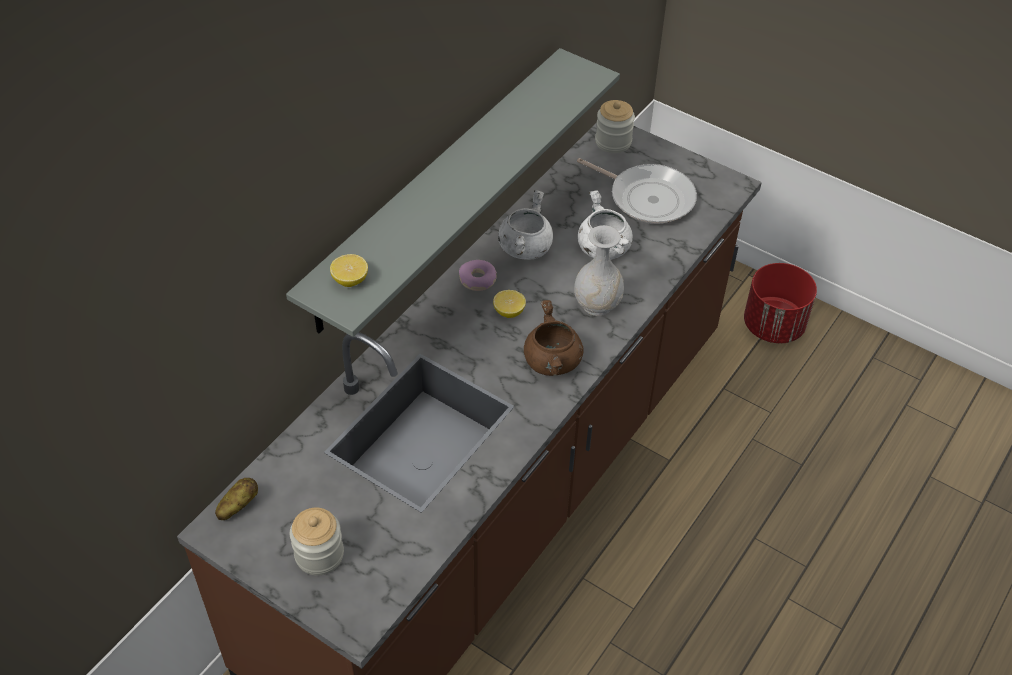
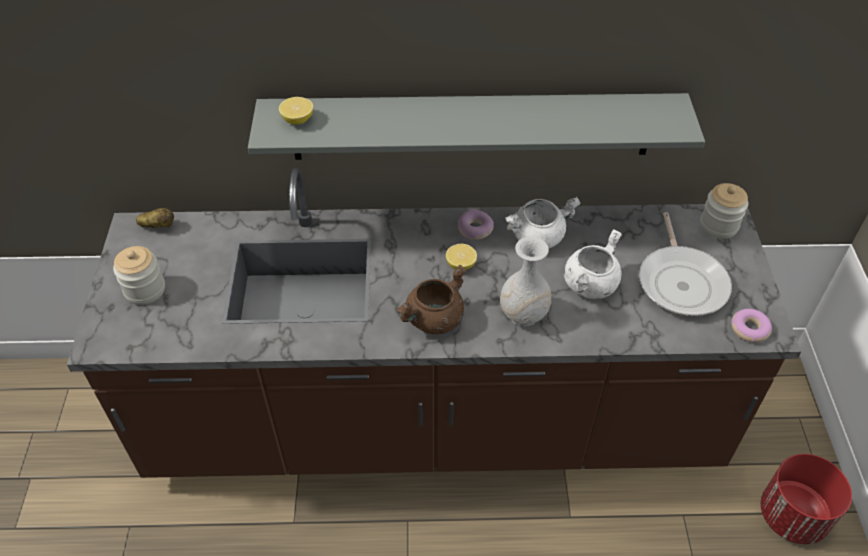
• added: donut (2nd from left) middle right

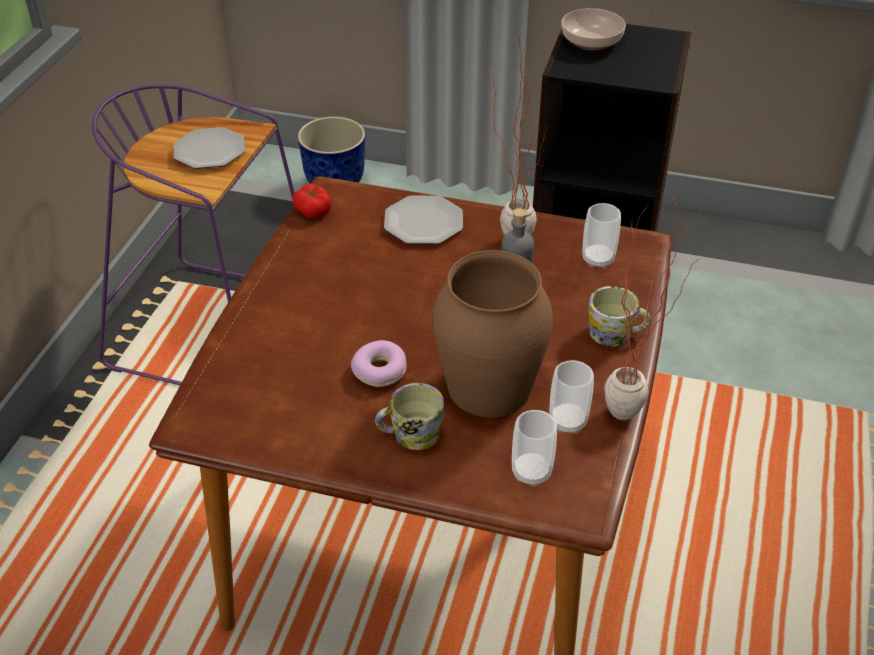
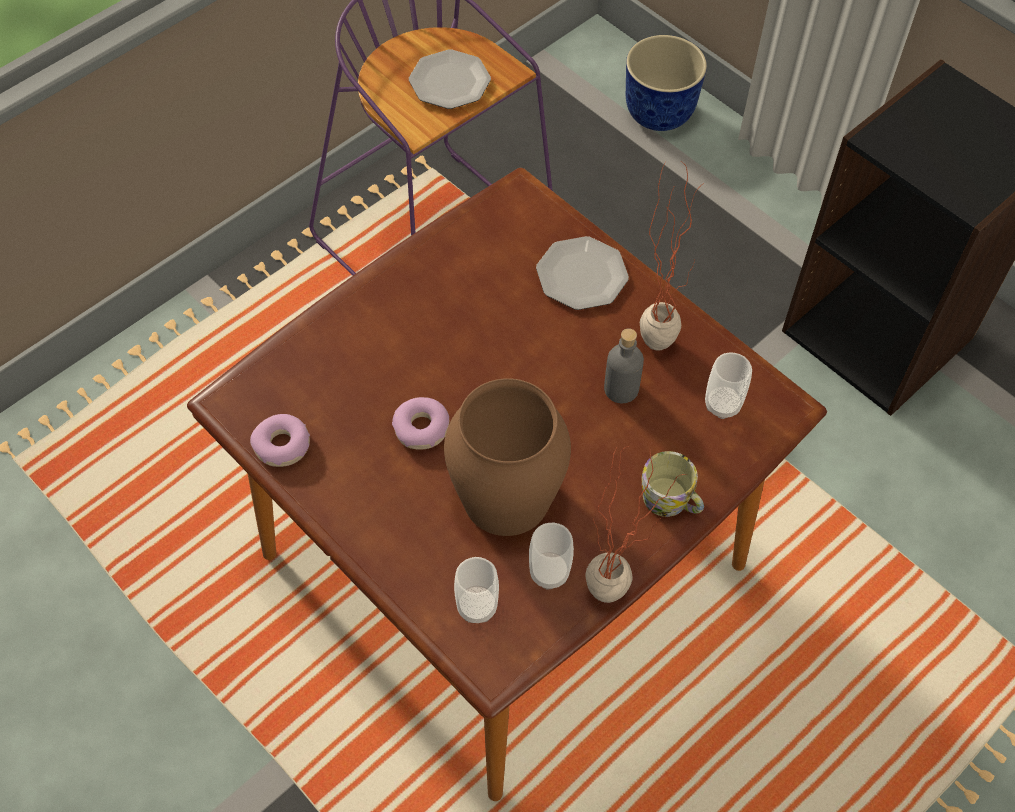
• removed: tomato top centre
• removed: mug (1st from left) centre
• removed: bowl top right
• added: donut (1st from left) middle left

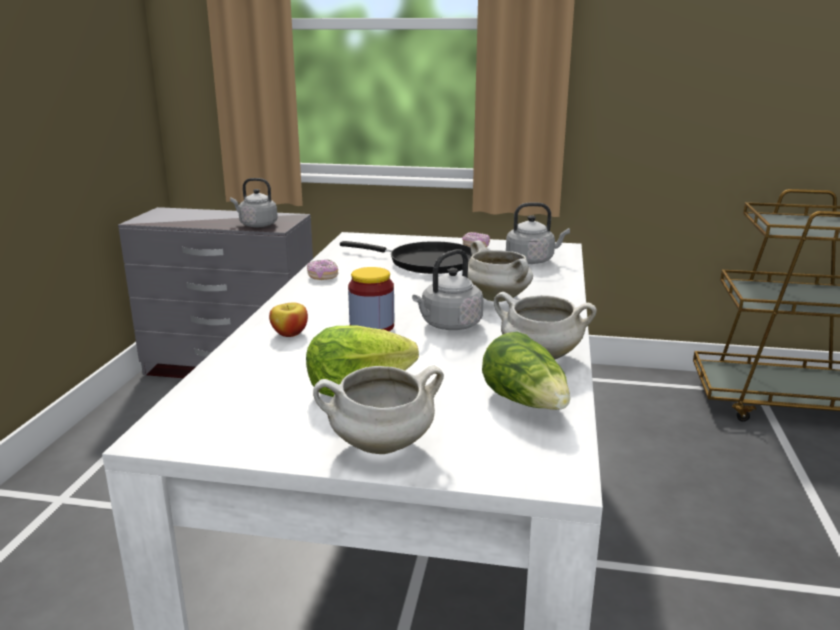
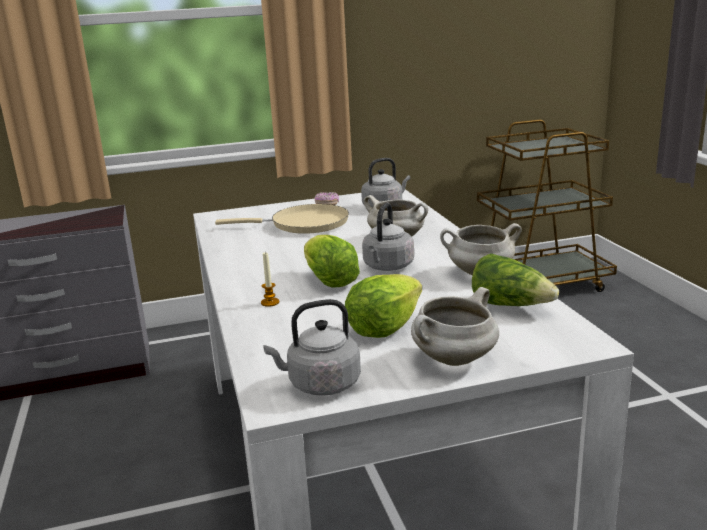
• moved: grey kettle (1st from left) top left to centre
• replaced: apple centre to candle centre
• removed: donut (1st from left) centre
• recoloured: black frying pan centre to beige frying pan centre
• replaced: jar centre to lettuce (1st from left) centre

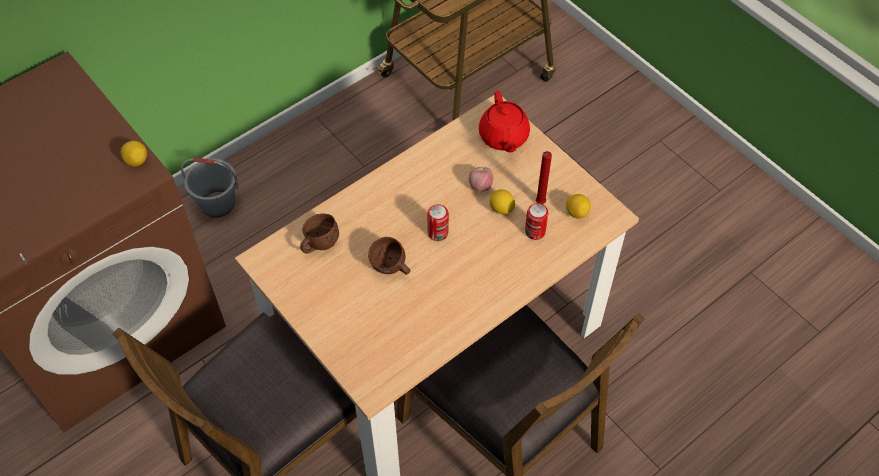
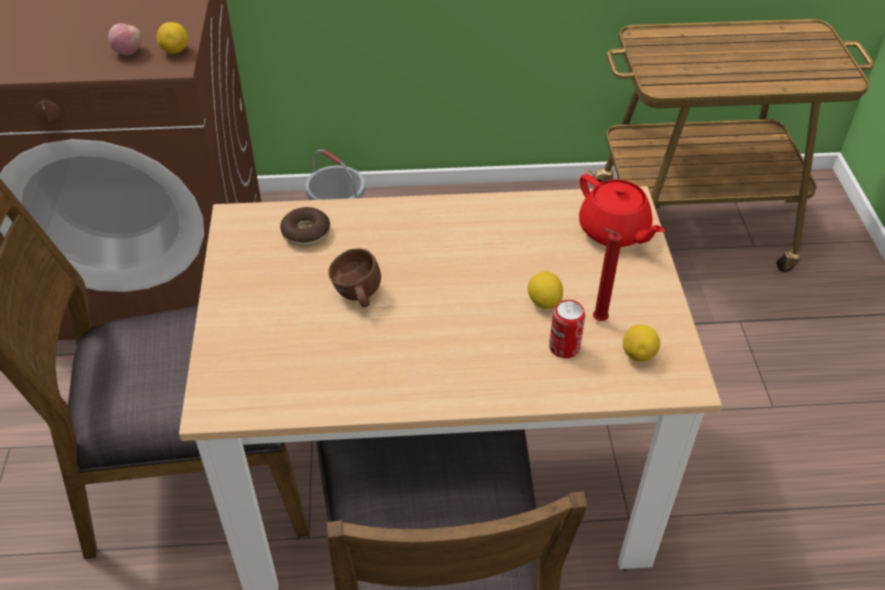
• replaced: brown mug (1st from left) centre to donut centre
• removed: can (1st from left) centre
• moved: apple centre to top left
• turned: red teapot top centre = middle right 60 degrees counterclockwise

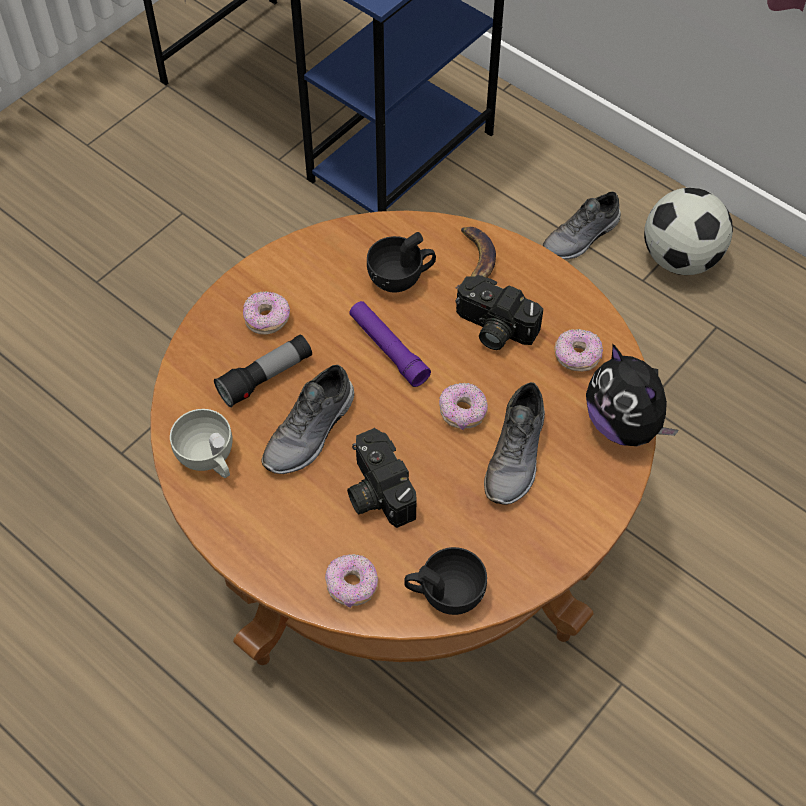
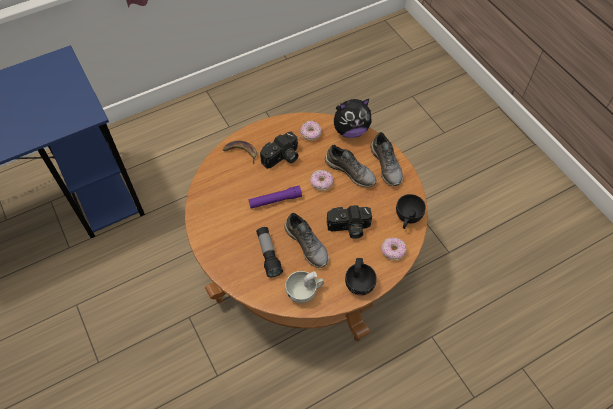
• removed: donut (1st from left) middle left
• moved: black cup (1st from left) top centre to bottom centre
• moved: grey shoe (3rd from left) top right to centre
• removed: football top right

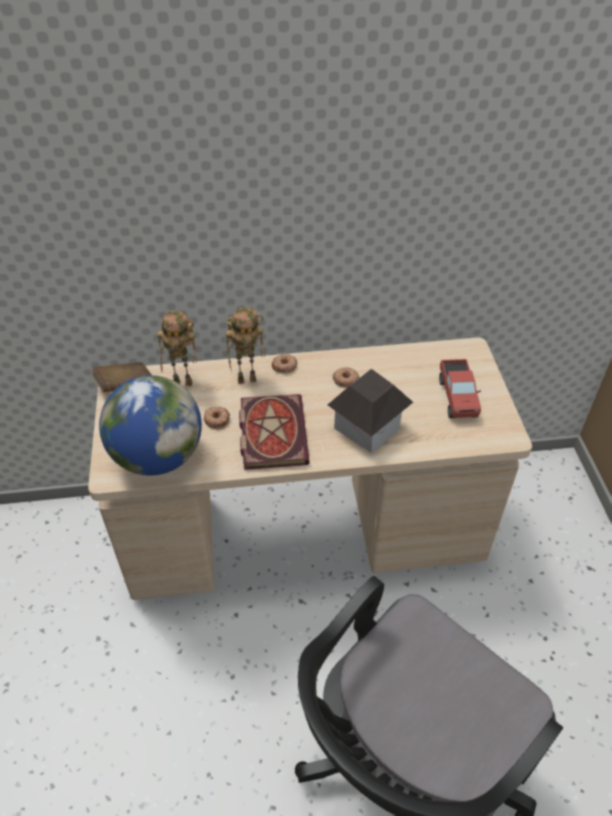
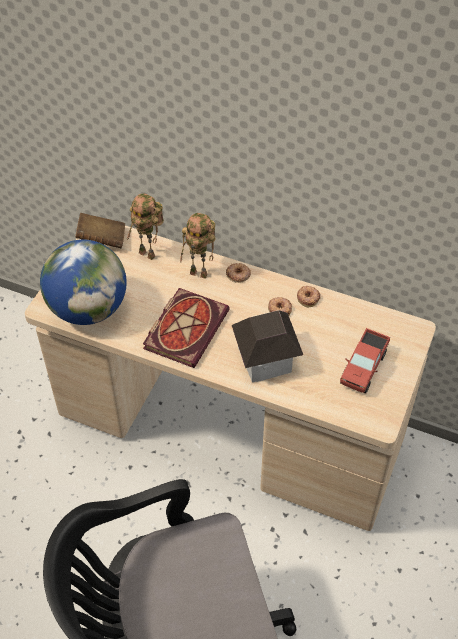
• moved: donut (1st from left in the first image) centre to donut (3rd from left) middle right

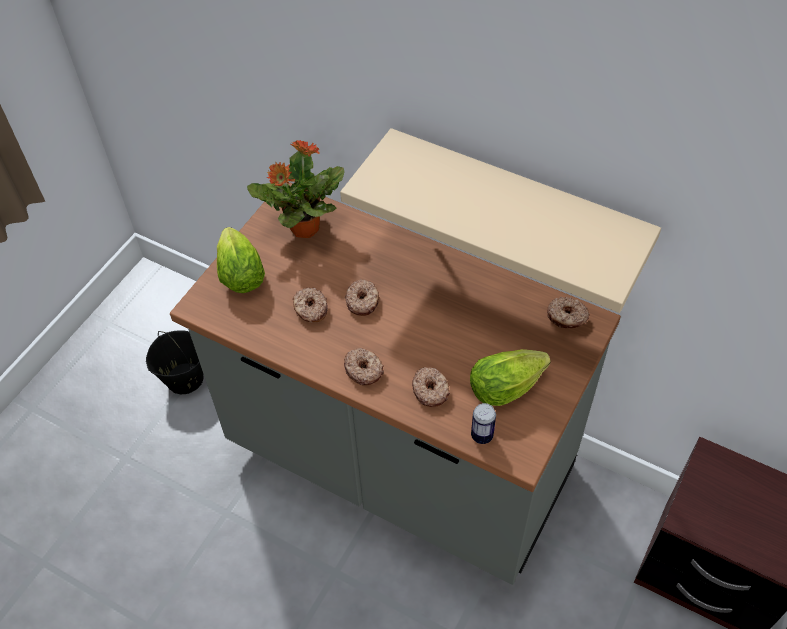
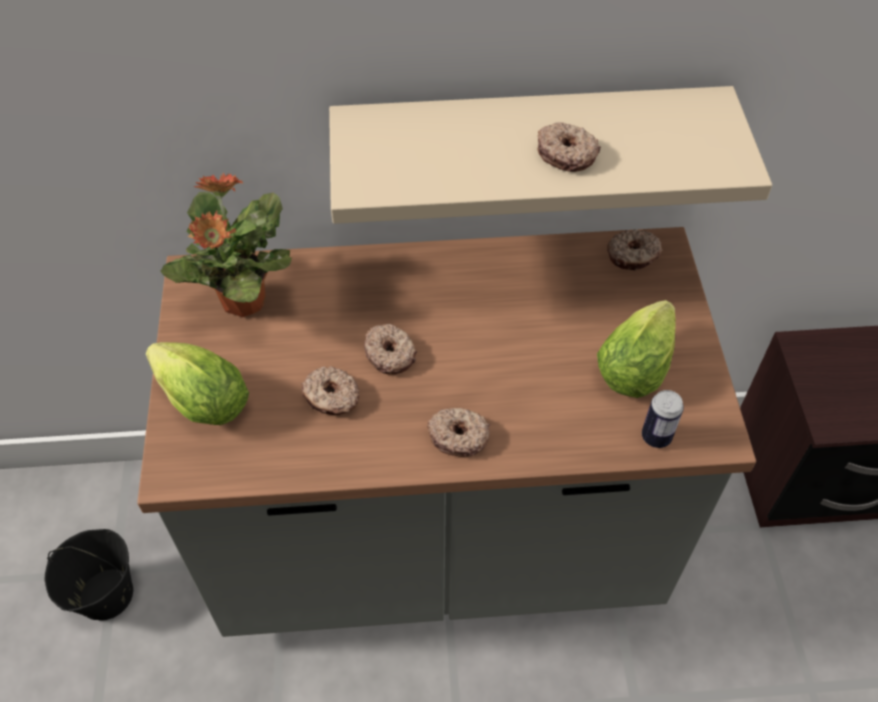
• moved: donut (4th from left) centre to top centre

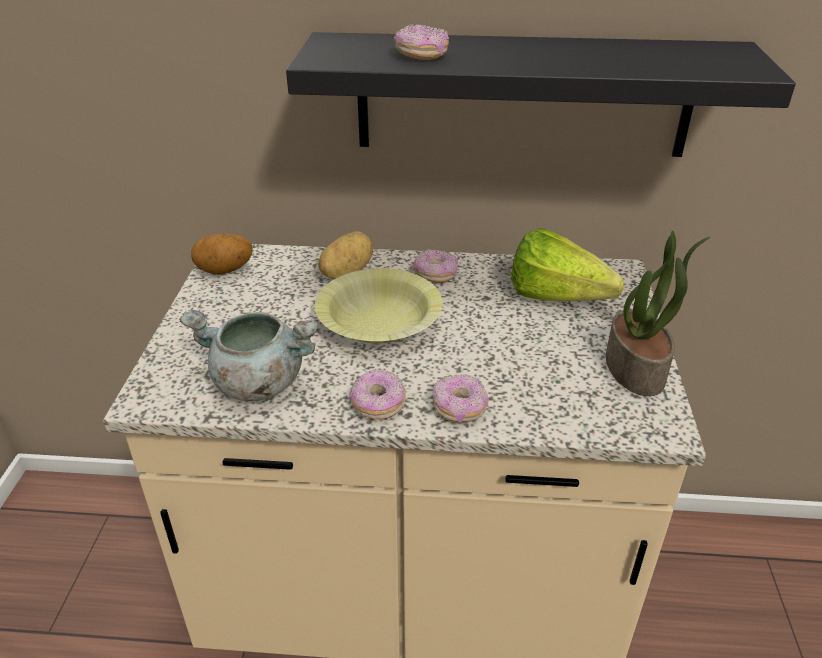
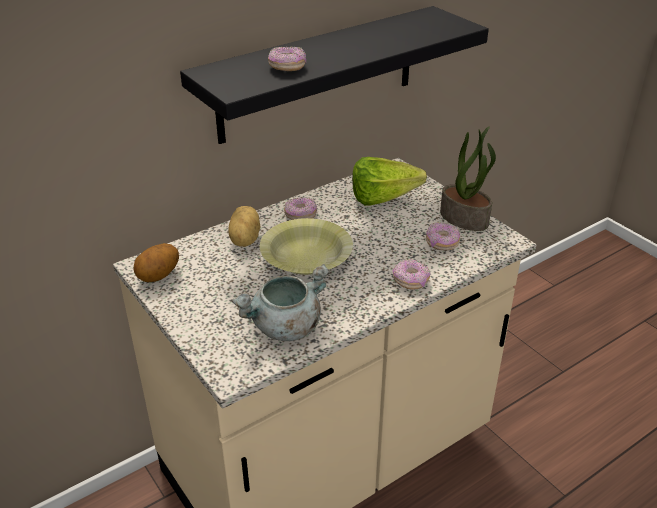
• moved: donut (1st from left in the first image) centre to donut (4th from left) middle right

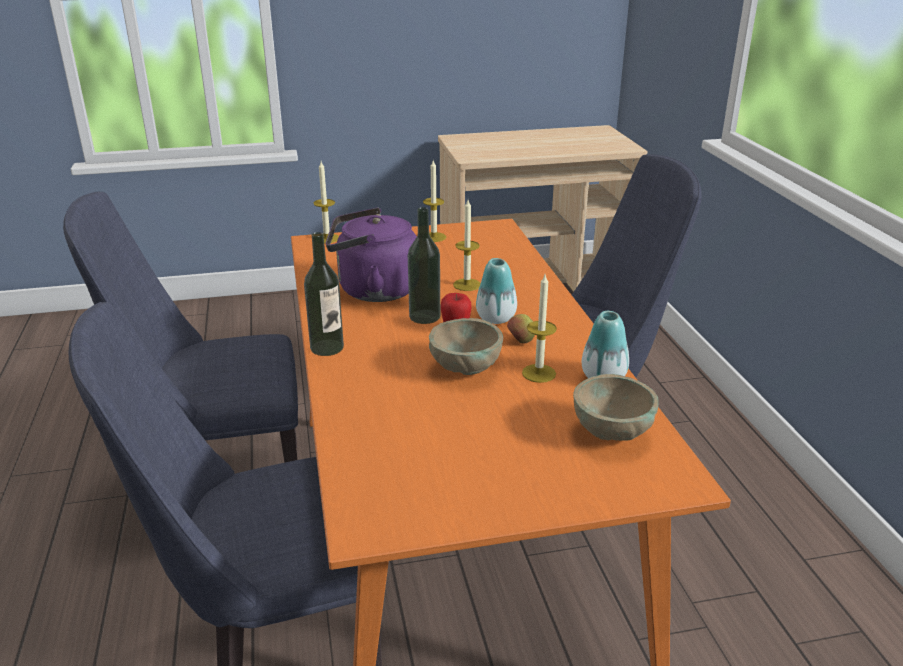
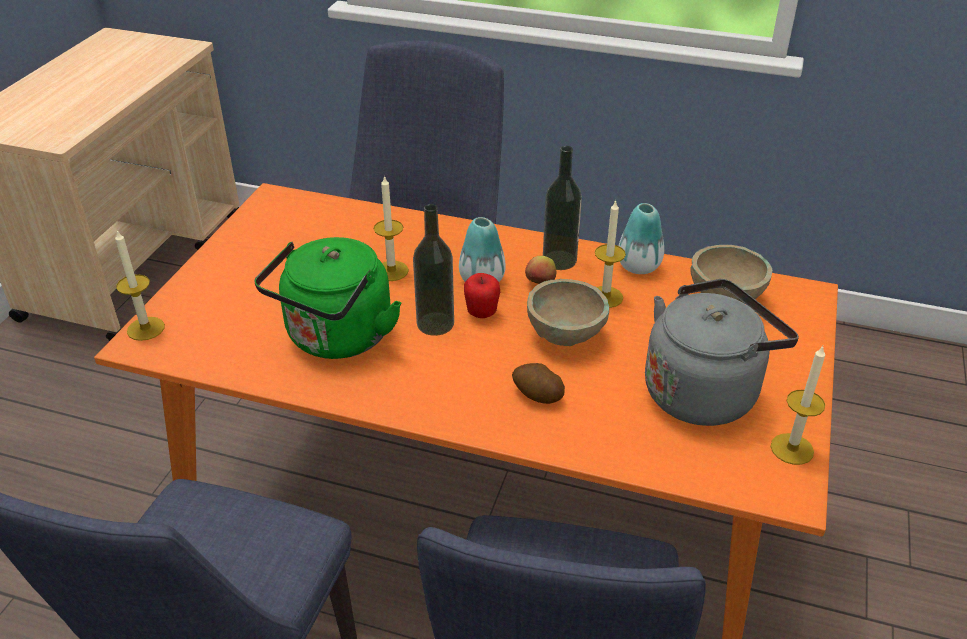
• moved: bottle (1st from left in the first image) centre to bottle (2nd from left) top centre
• recoloured: purple kettle centre to green kettle centre
• moved: candle (2nd from left in the first image) top centre to candle (4th from left) middle right
• added: potato centre
• added: grey kettle middle right

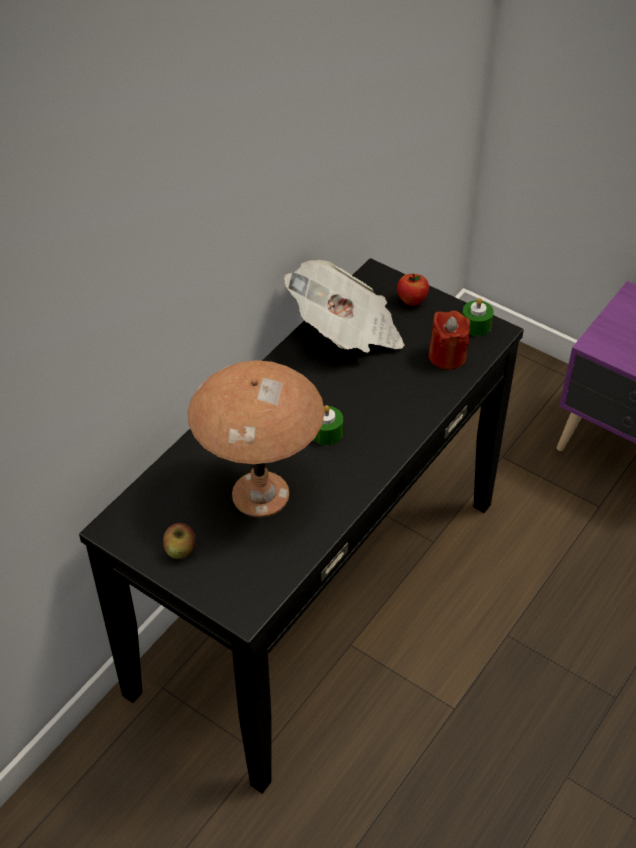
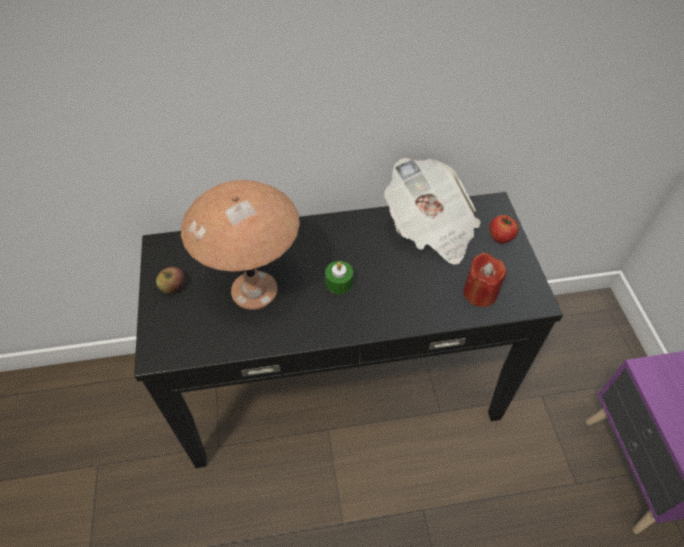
• removed: green candle (2nd from left) middle right

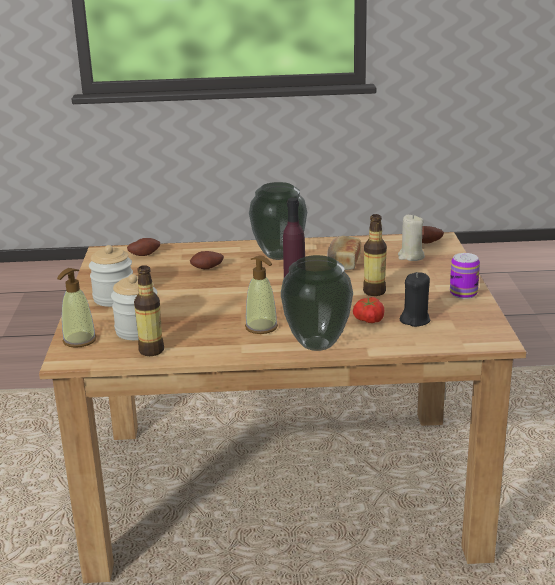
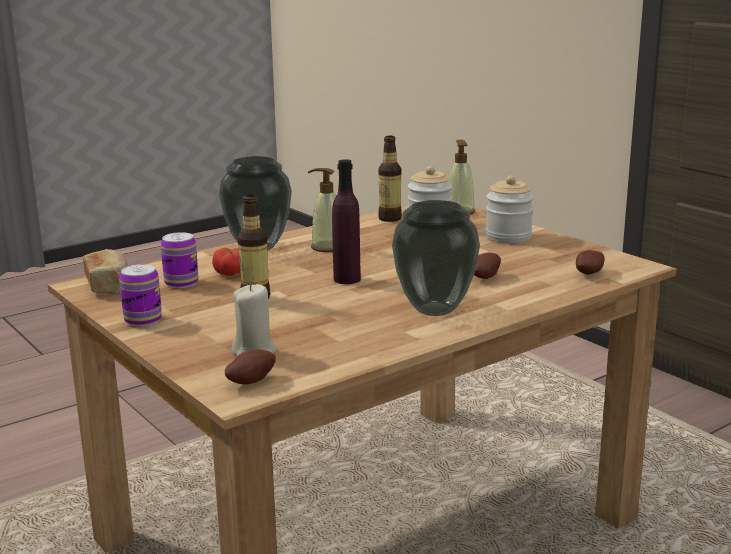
• moved: bread centre to middle left
• replaced: black candle middle right to can (2nd from left) middle left

